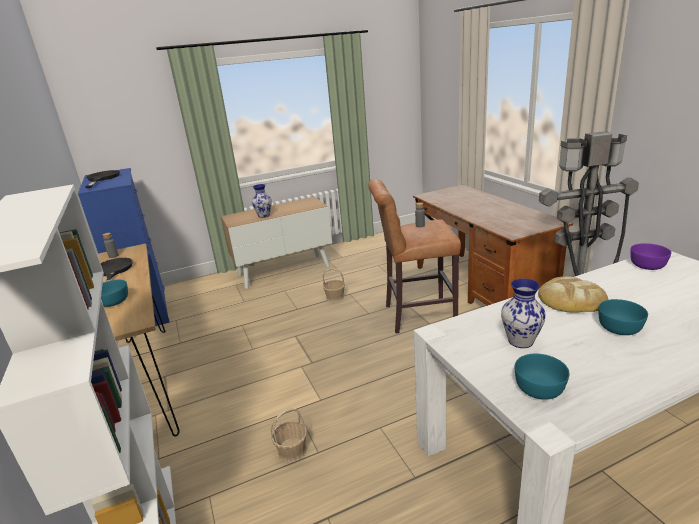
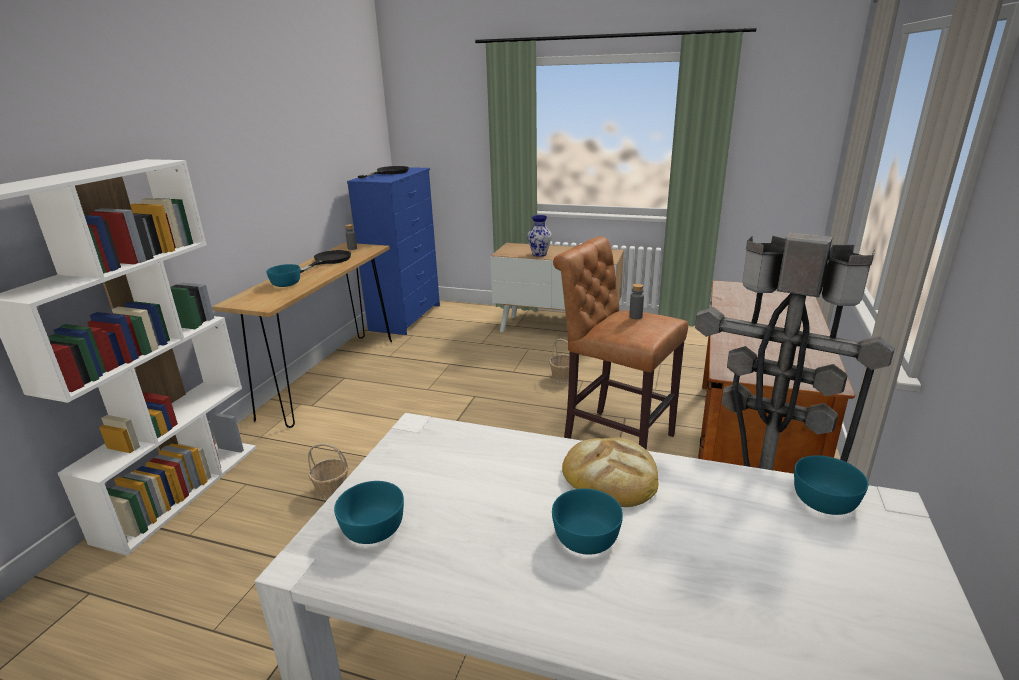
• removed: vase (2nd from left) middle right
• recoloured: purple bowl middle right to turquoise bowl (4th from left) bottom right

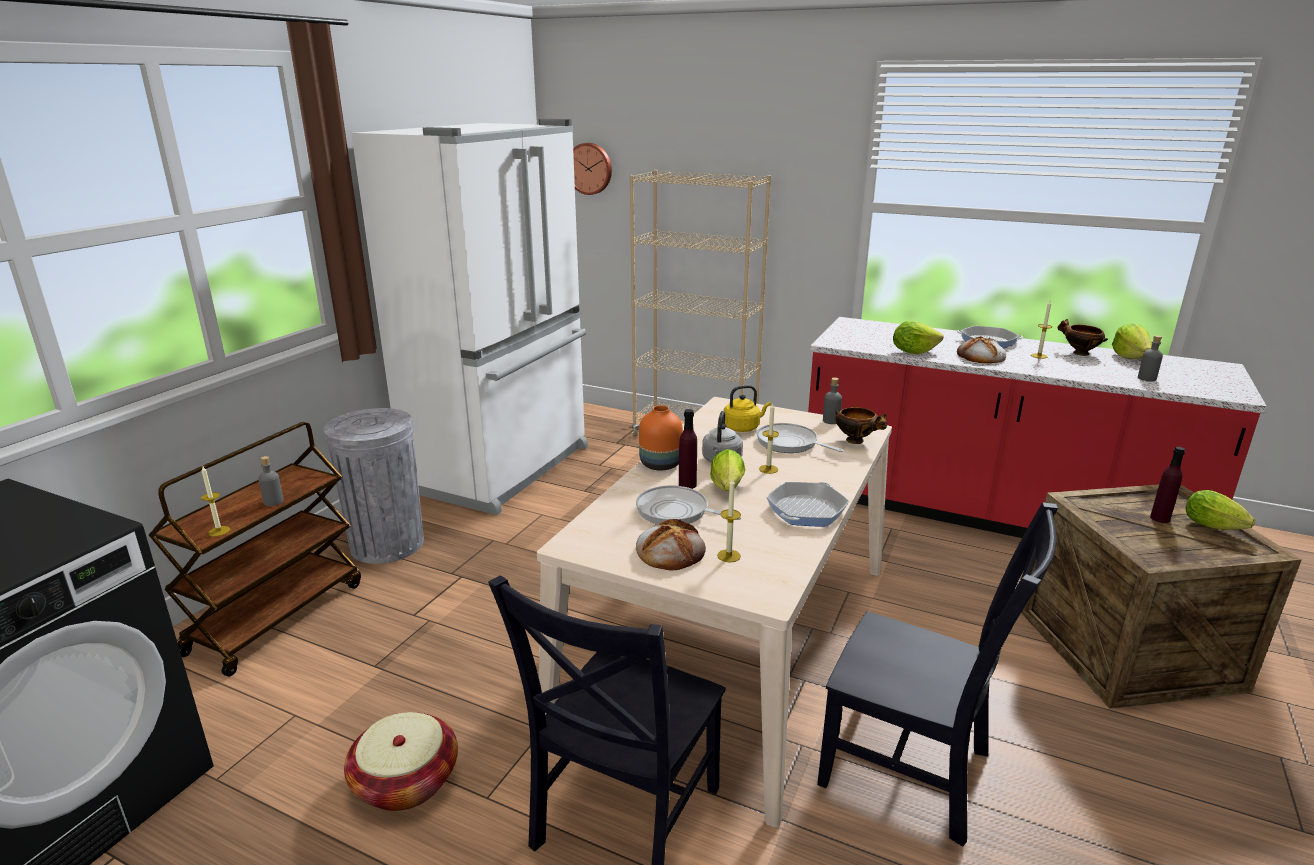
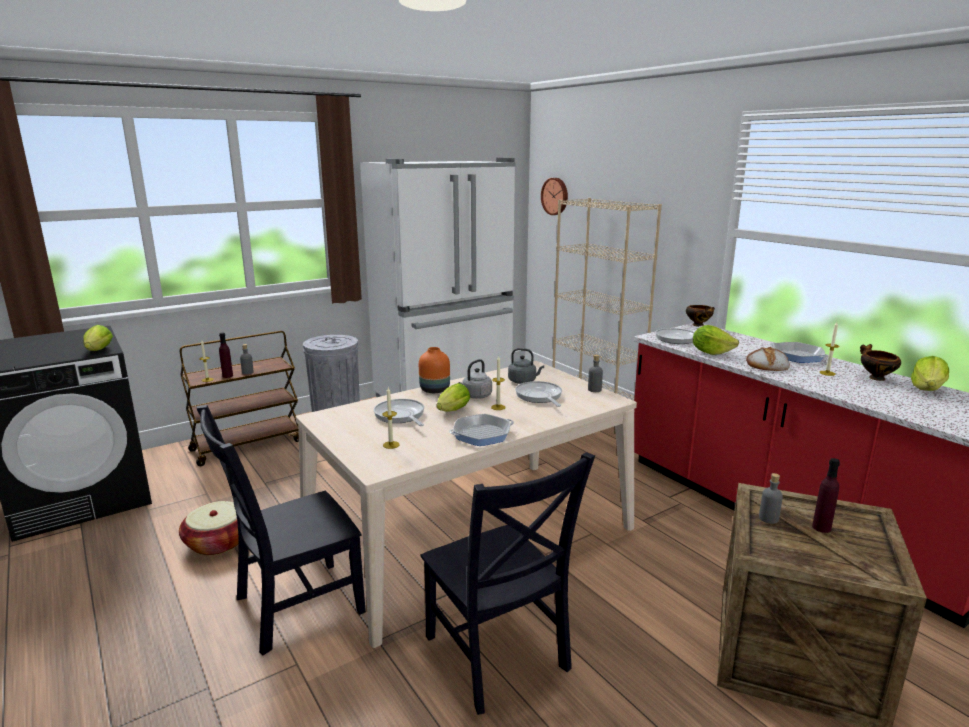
• removed: bread (1st from left) centre
• moved: purple bottle (1st from left) centre to middle left
• recoloured: yellow kettle centre to grey kettle (2nd from left) centre
• moved: bowl (1st from left) centre to middle right
• moved: grey bottle (3rd from left) middle right to bottom right
• moved: lettuce (4th from left in the first image) middle right to lettuce (1st from left) middle left
• added: frying pan (4th from left) middle right

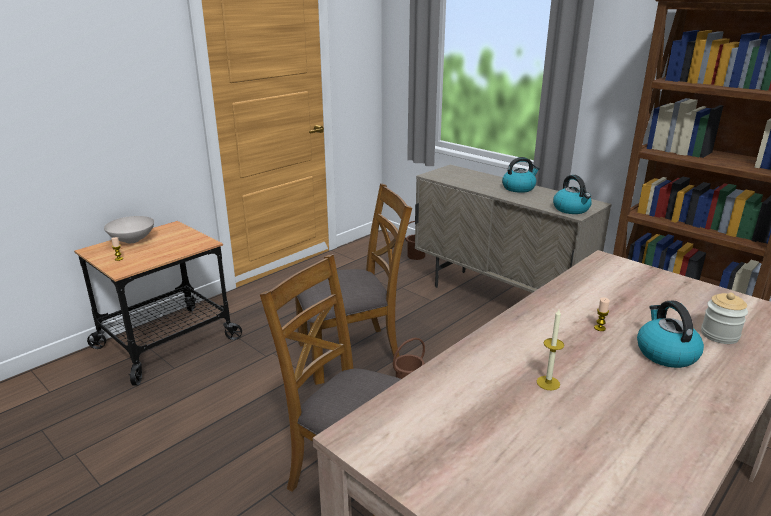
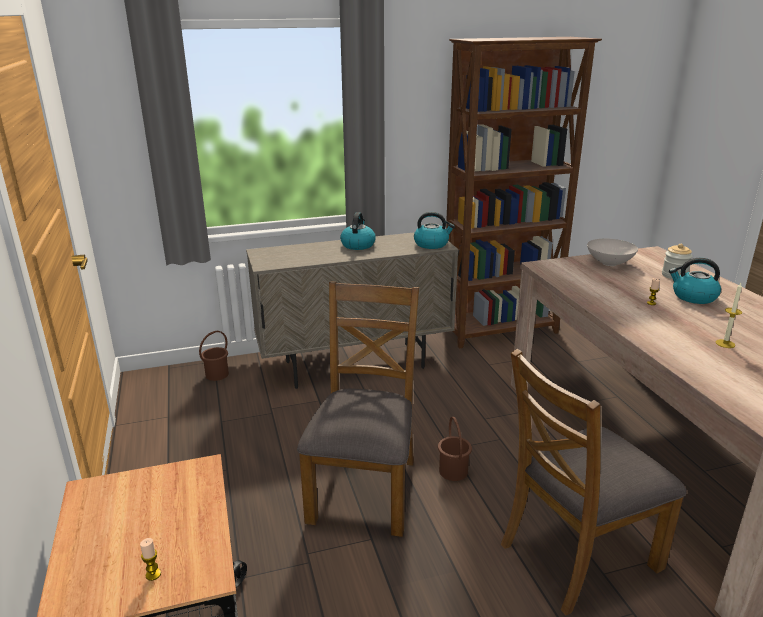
• moved: white bowl middle left to middle right

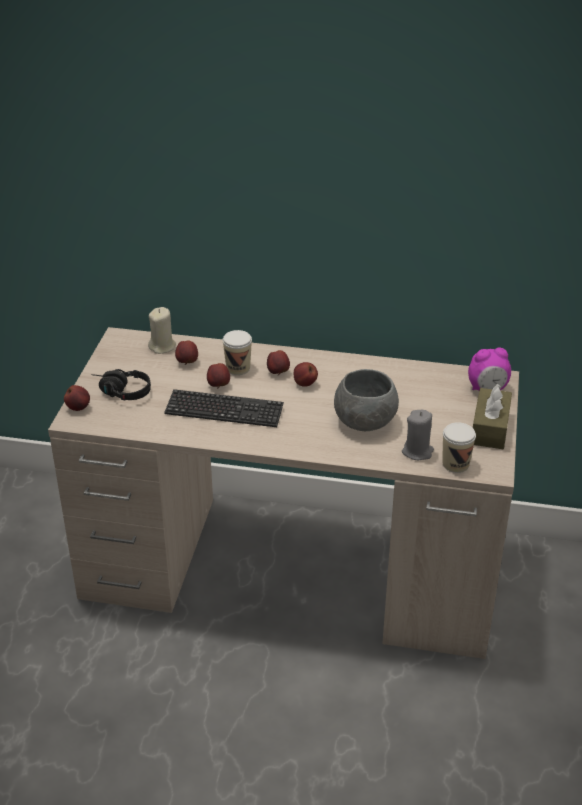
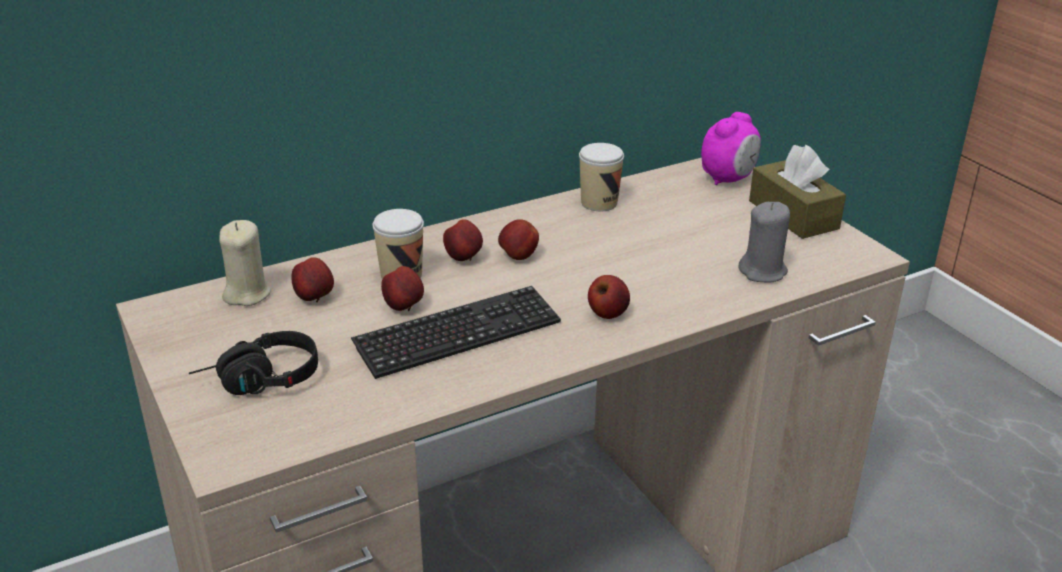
• moved: apple (1st from left in the first image) middle left to apple (5th from left) centre
• removed: grey bowl centre
• moved: cup (2nd from left) middle right to top centre

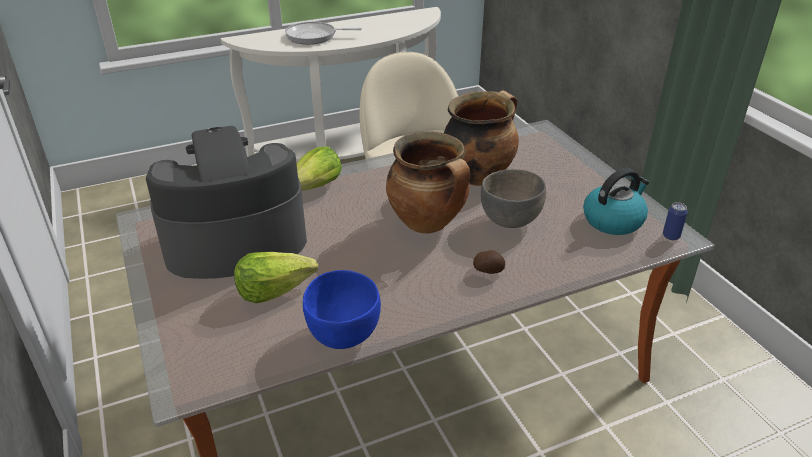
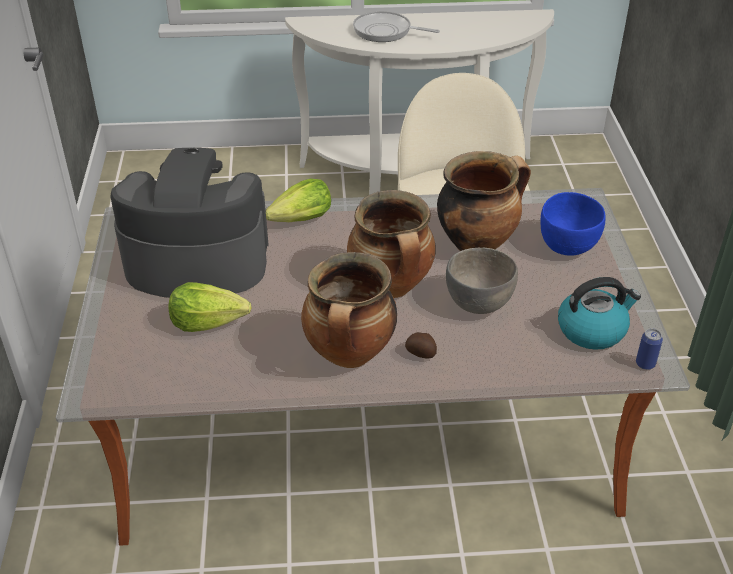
• moved: blue bowl bottom centre to middle right
• added: cooking pot (1st from left) centre

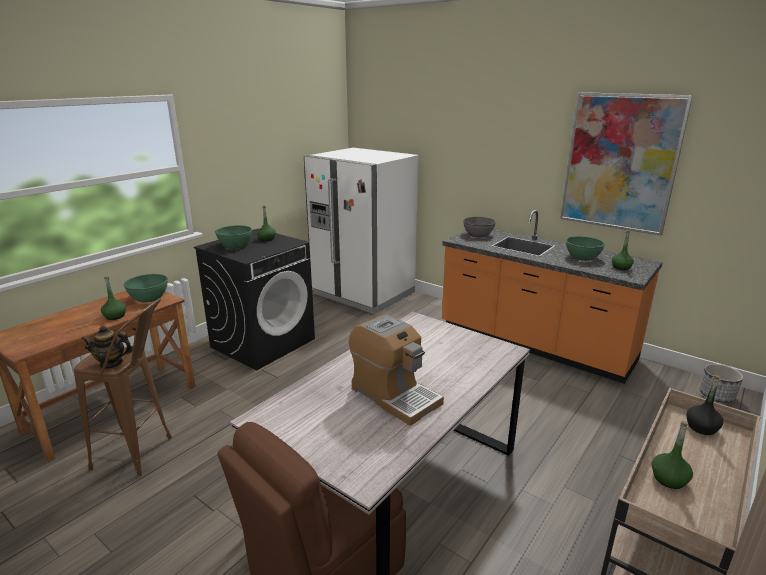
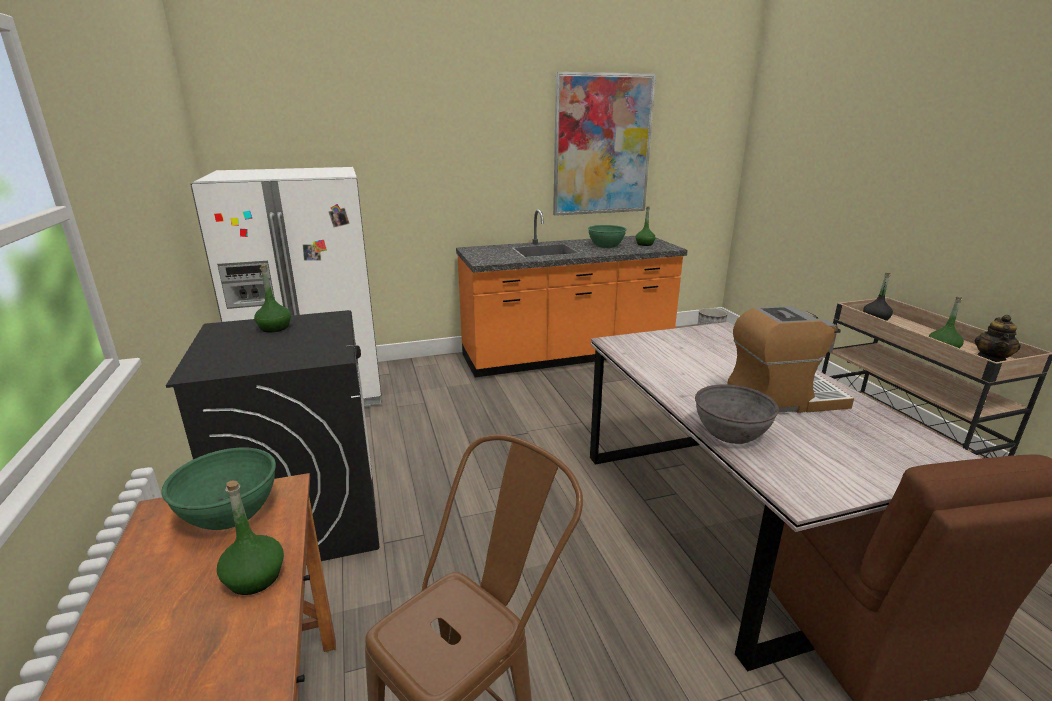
• moved: teapot middle left to middle right
• removed: green bowl (2nd from left) middle left
• moved: grey bowl centre to middle right

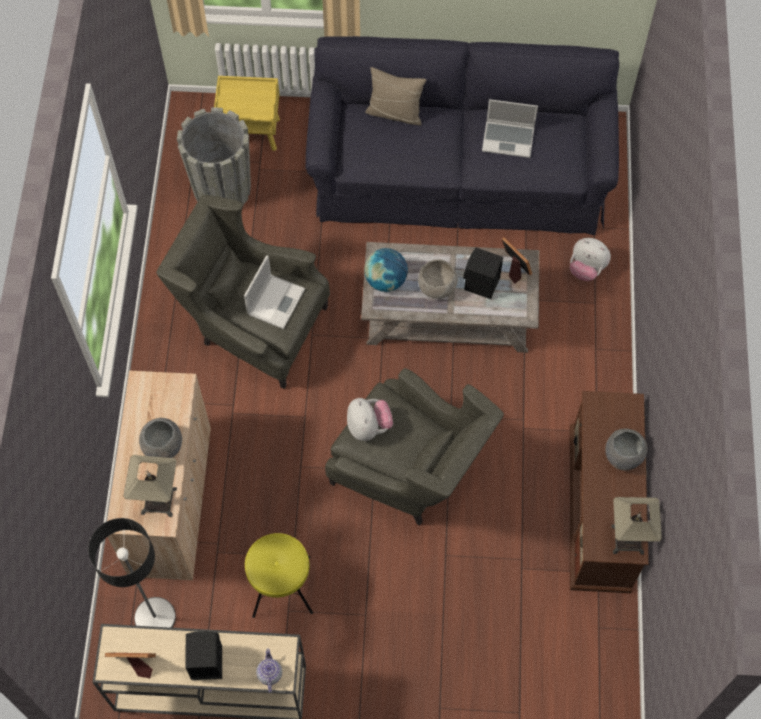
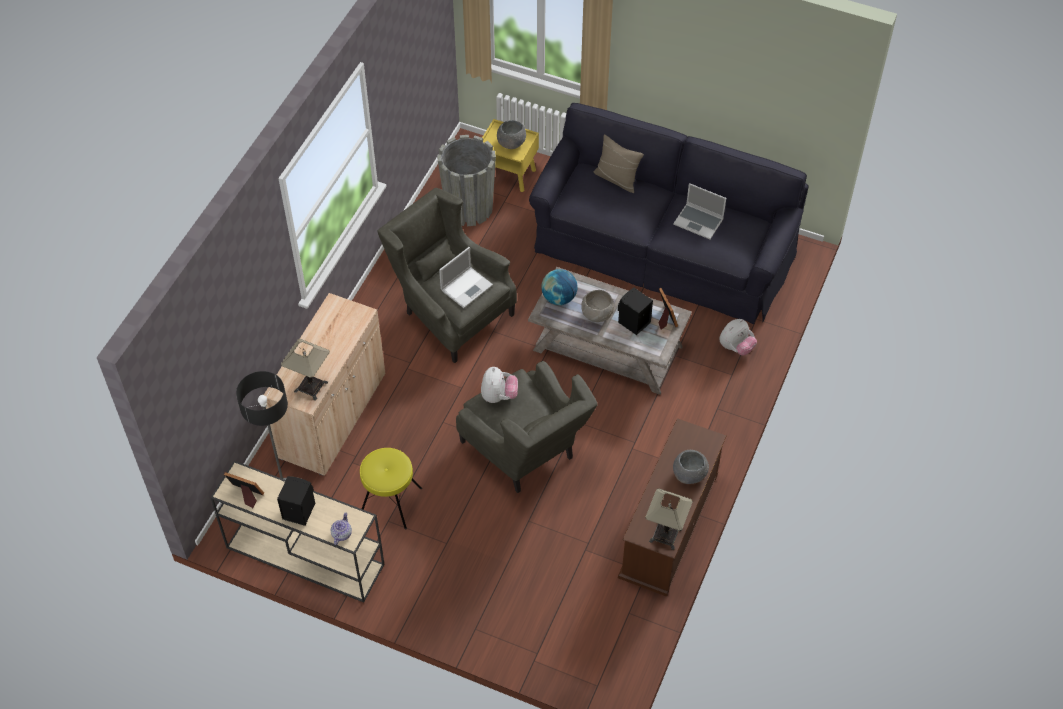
• moved: grey bowl (1st from left) middle left to top centre
• turned: plush toy (2nd from left) middle right = middle right 90 degrees counterclockwise

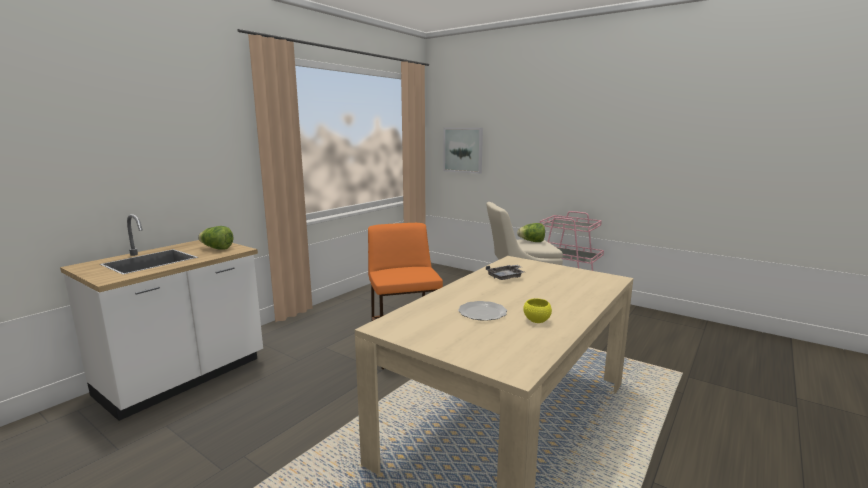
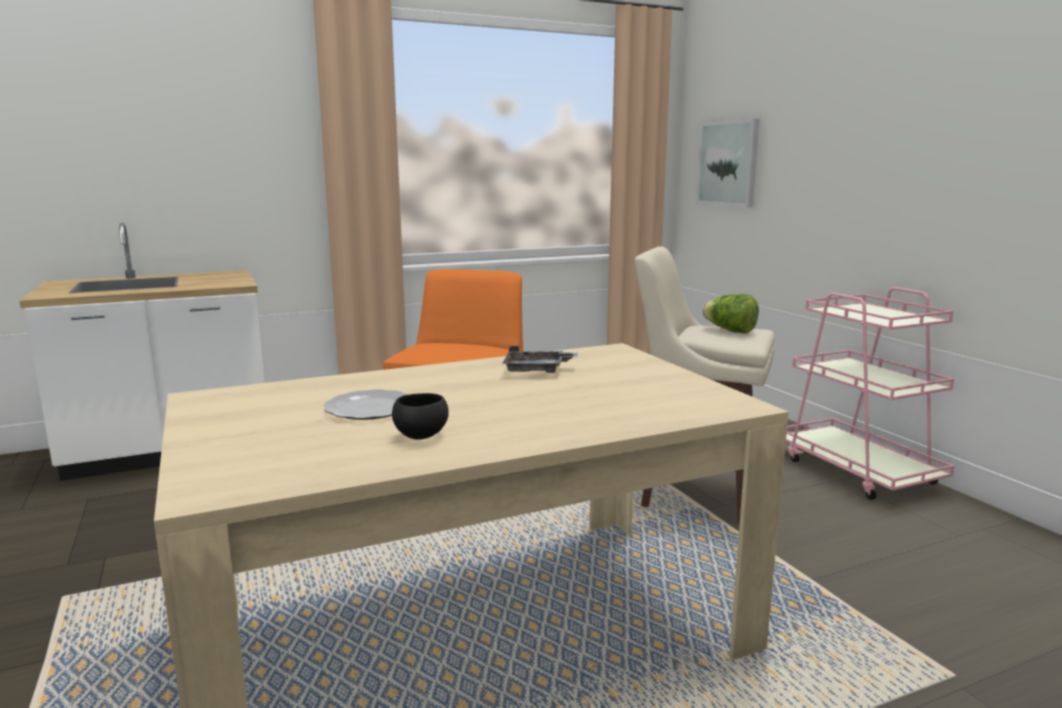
• removed: lettuce (1st from left) middle left
• recoloured: yellow bowl centre to black bowl centre

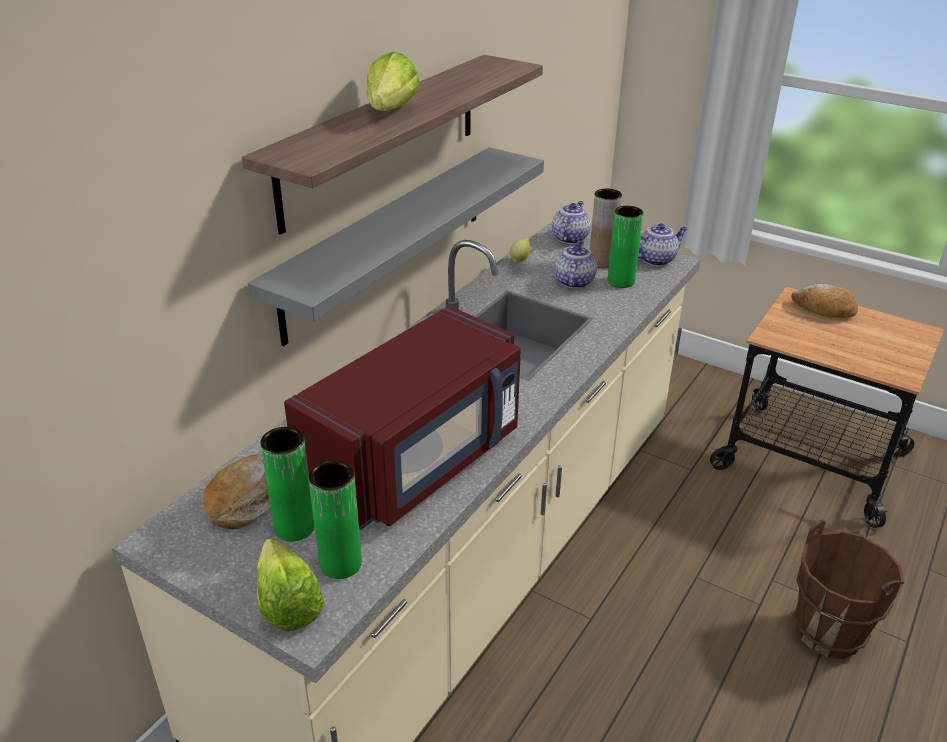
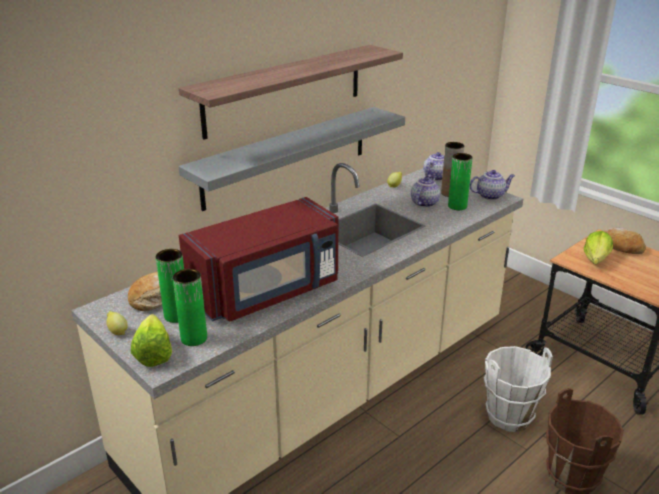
• moved: lettuce (2nd from left) top centre to middle right
• added: lemon (1st from left) middle left
• added: white bucket bottom right

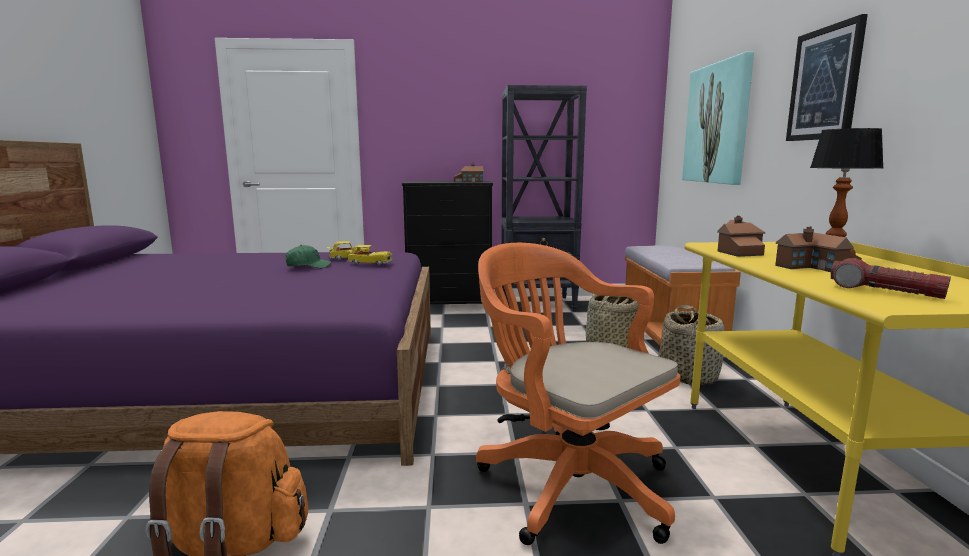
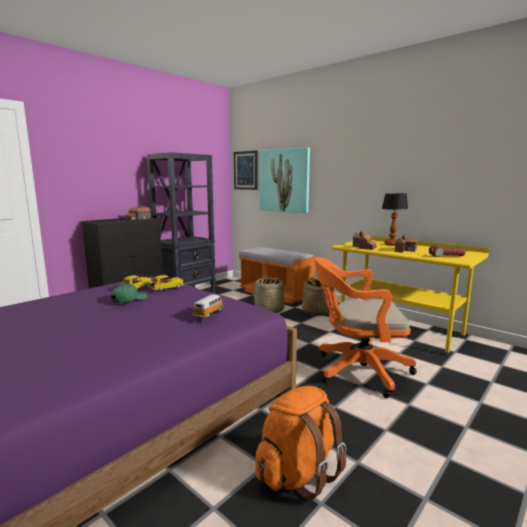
• moved: picture (2nd from left in the first image) top right to picture (1st from left) top centre
• added: toy car (3rd from left) centre

